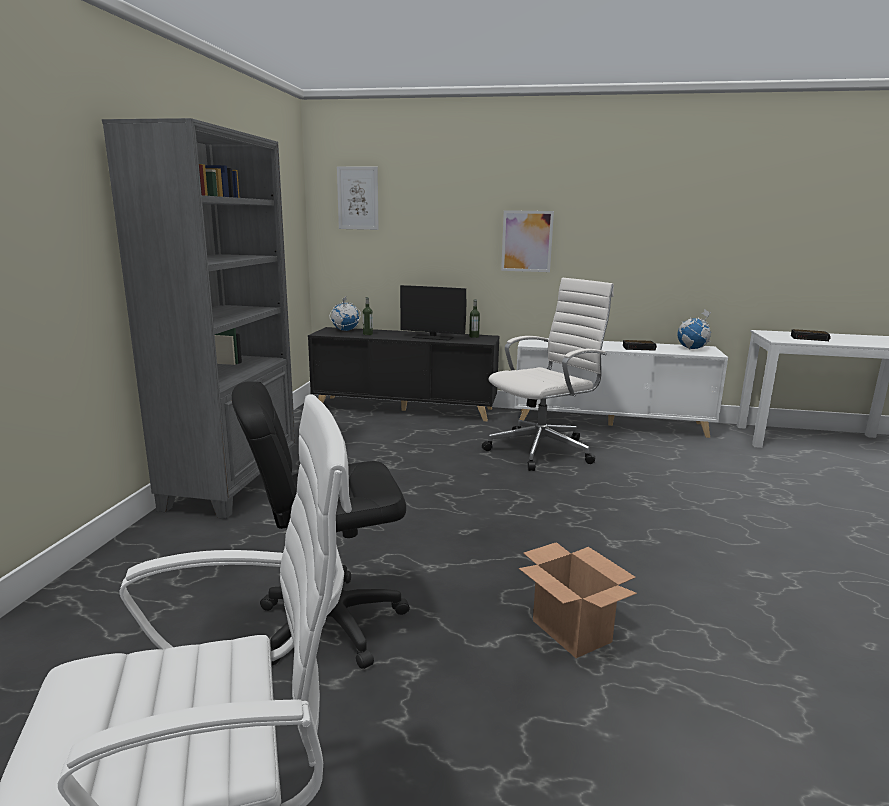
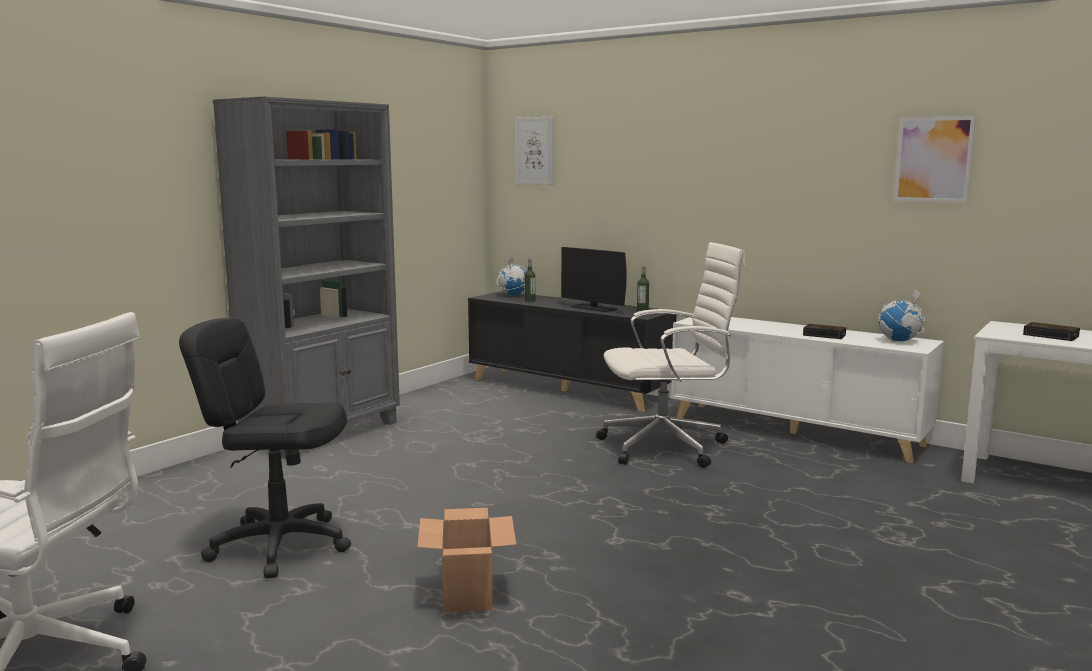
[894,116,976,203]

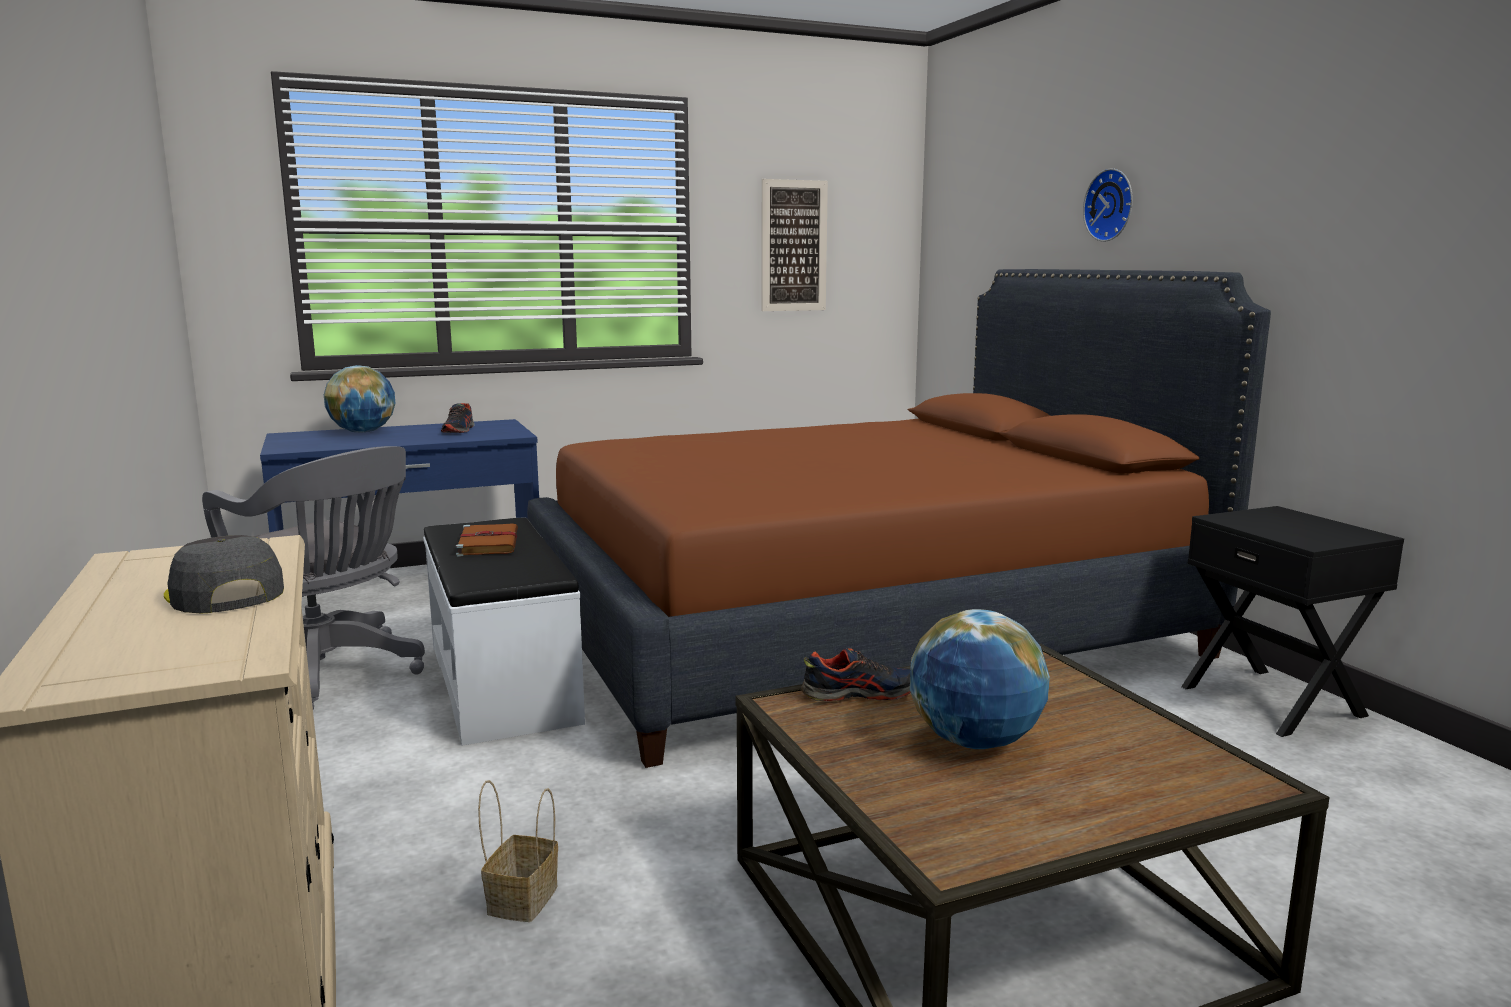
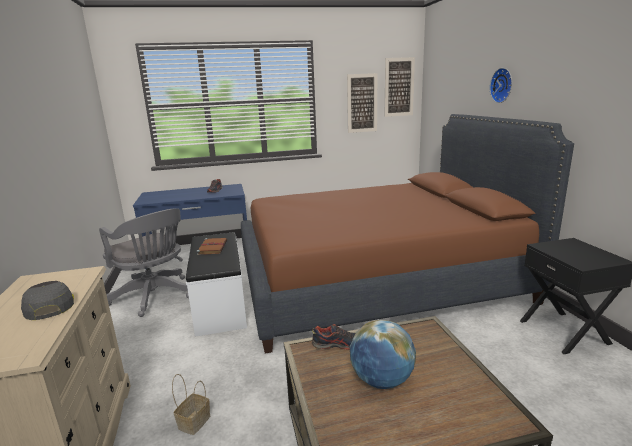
[324,365,396,432] (first image)
[385,57,415,117]

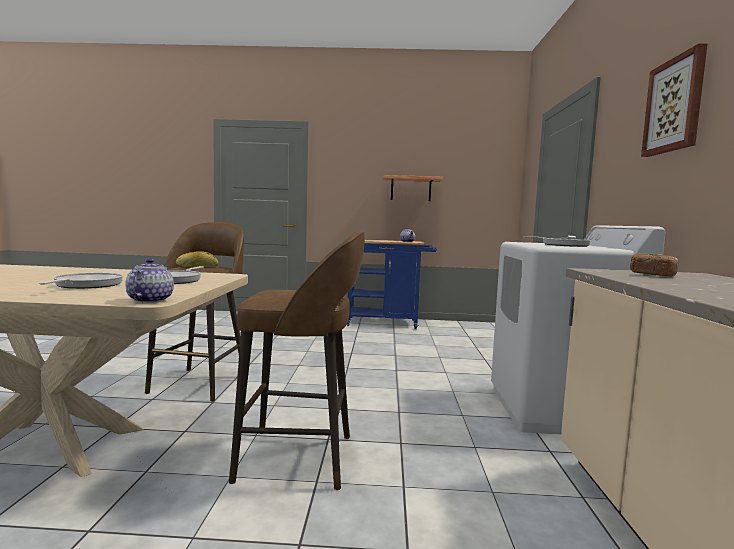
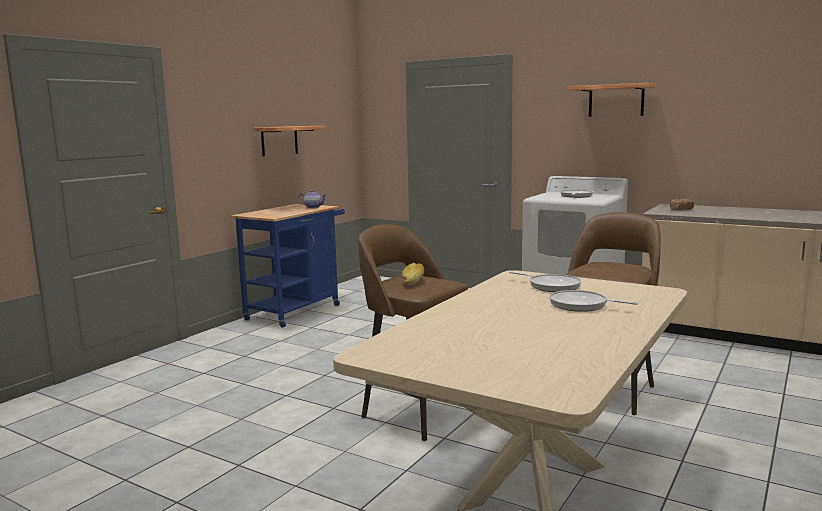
[125,258,174,303] (first image)
[568,83,657,117]

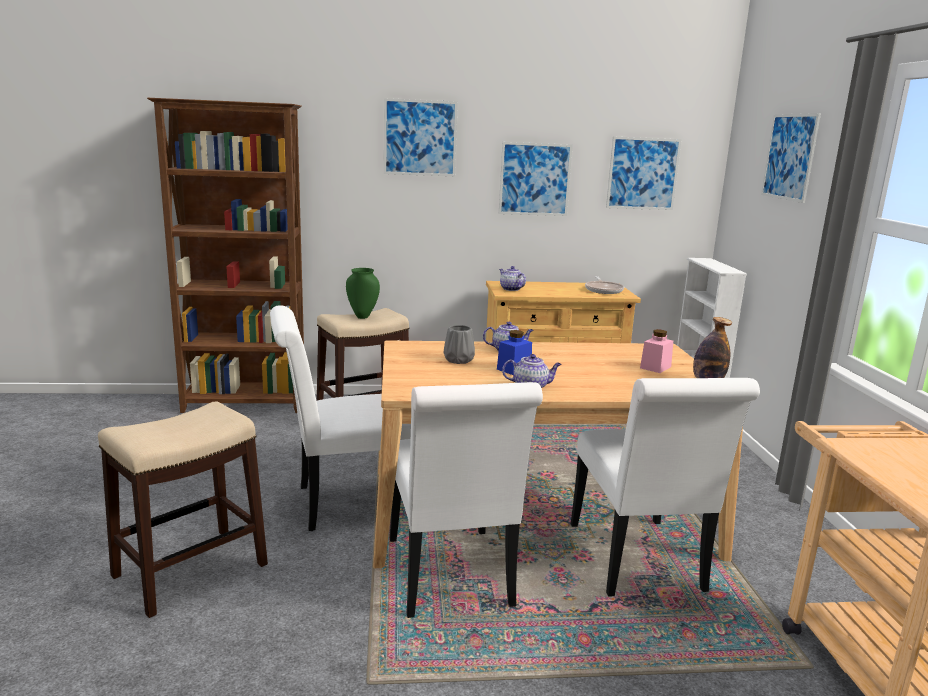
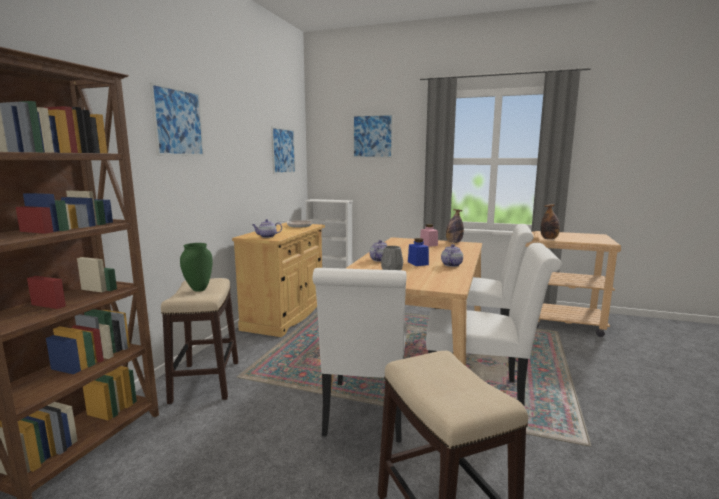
[499,142,573,216] (first image)
[541,204,560,239]

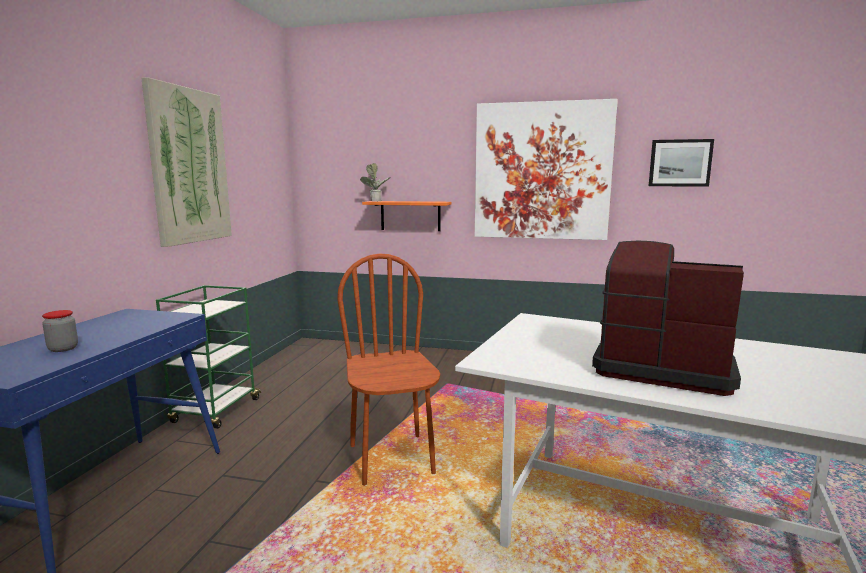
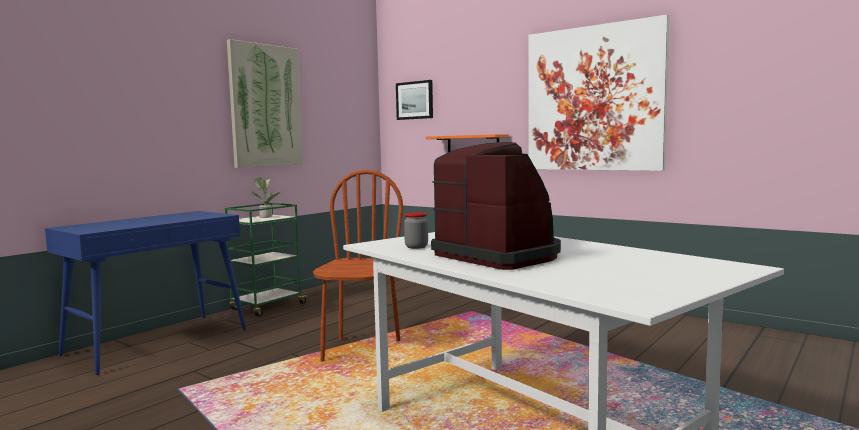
[404,212,428,249]
[251,178,280,218]
[396,80,433,120]

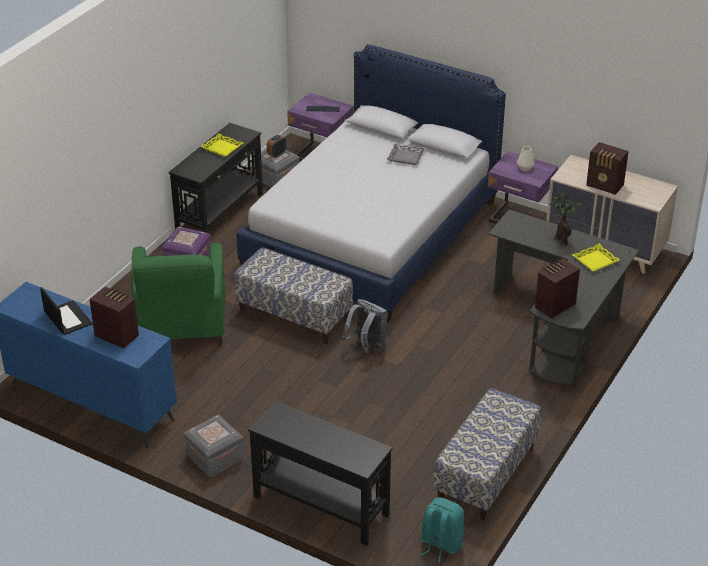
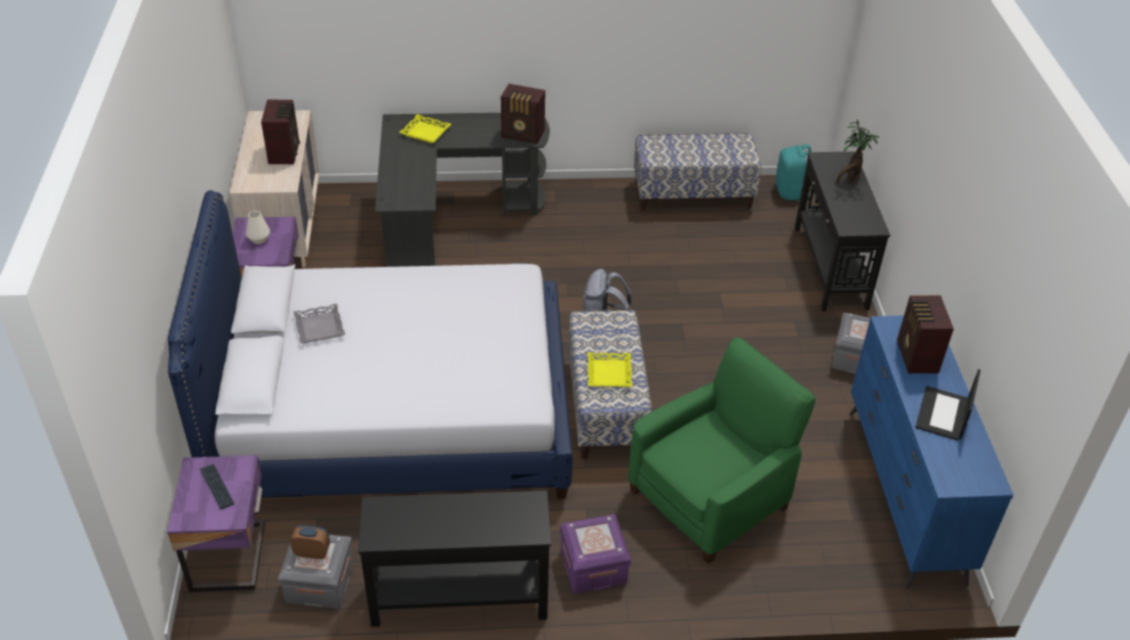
[588,352,632,387]
[836,119,879,185]

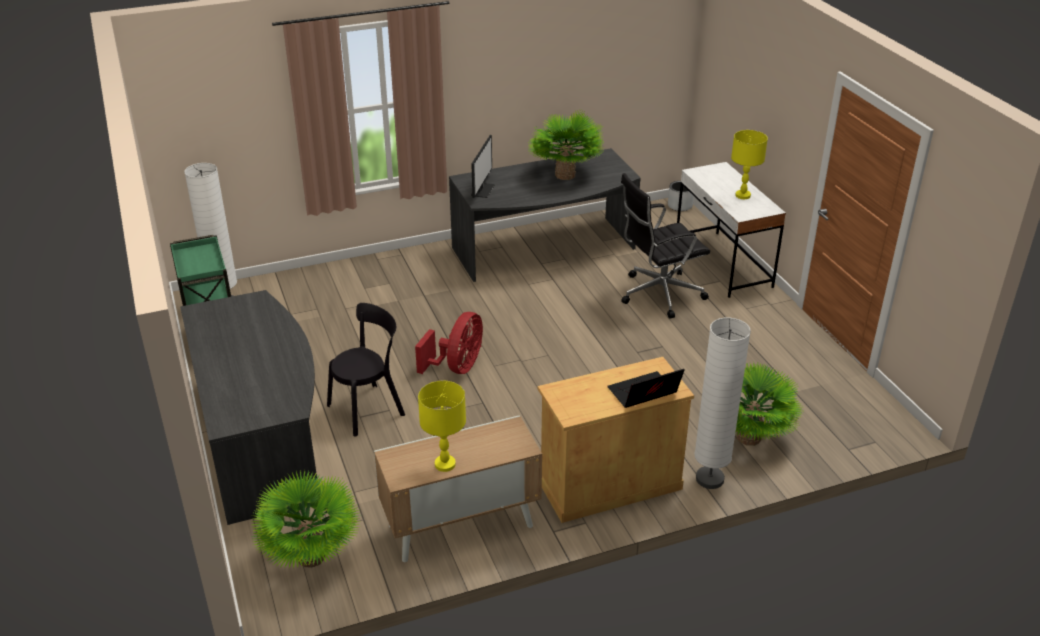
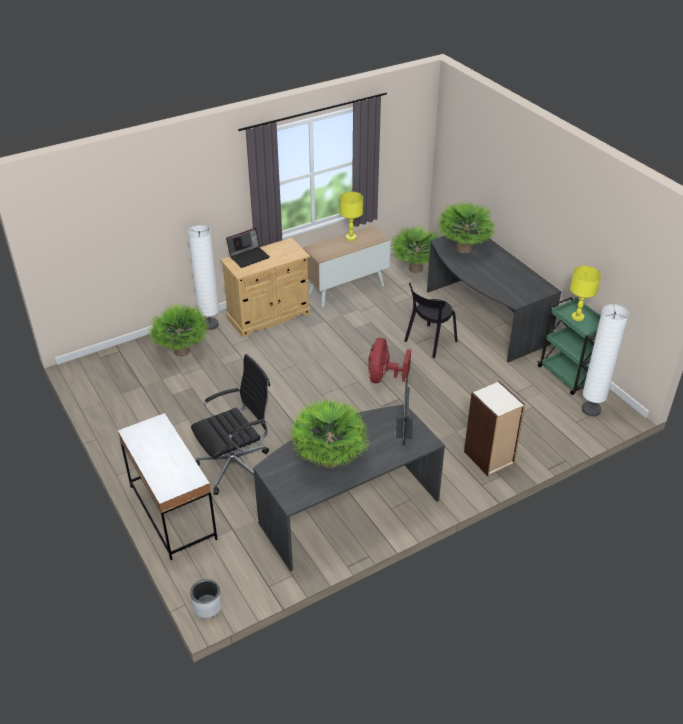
[436,200,497,254]
[464,381,525,476]
[570,266,601,321]

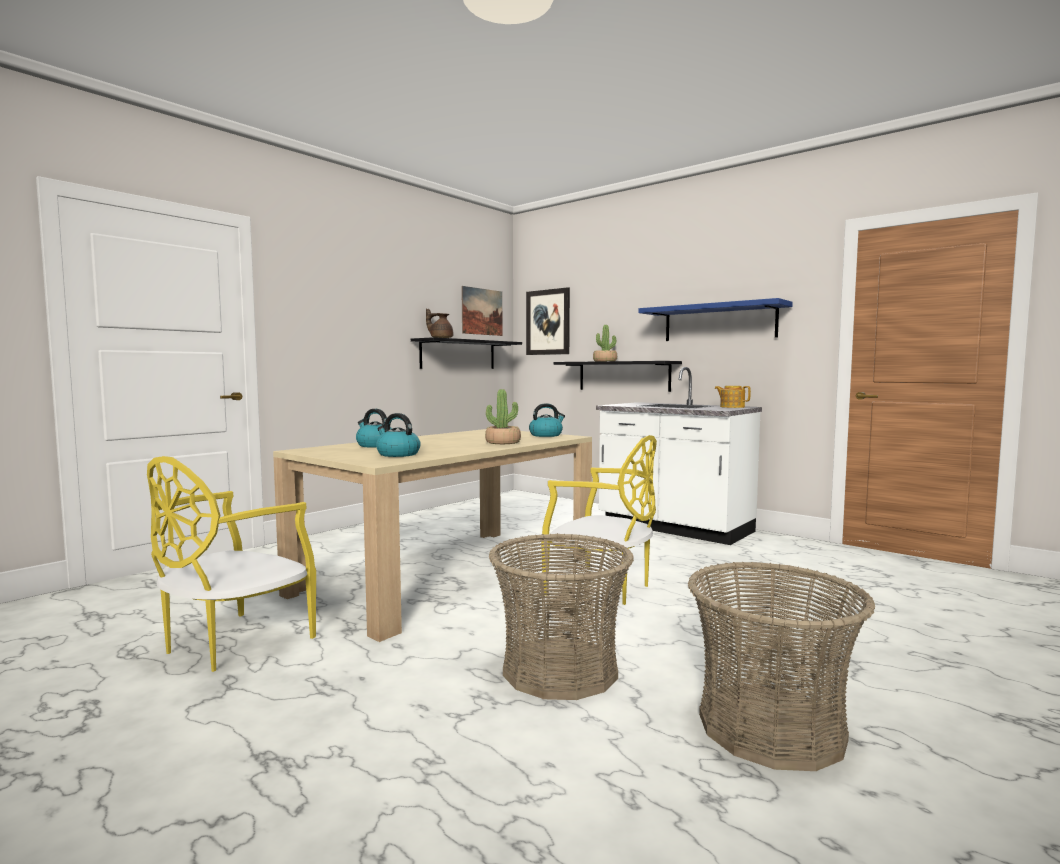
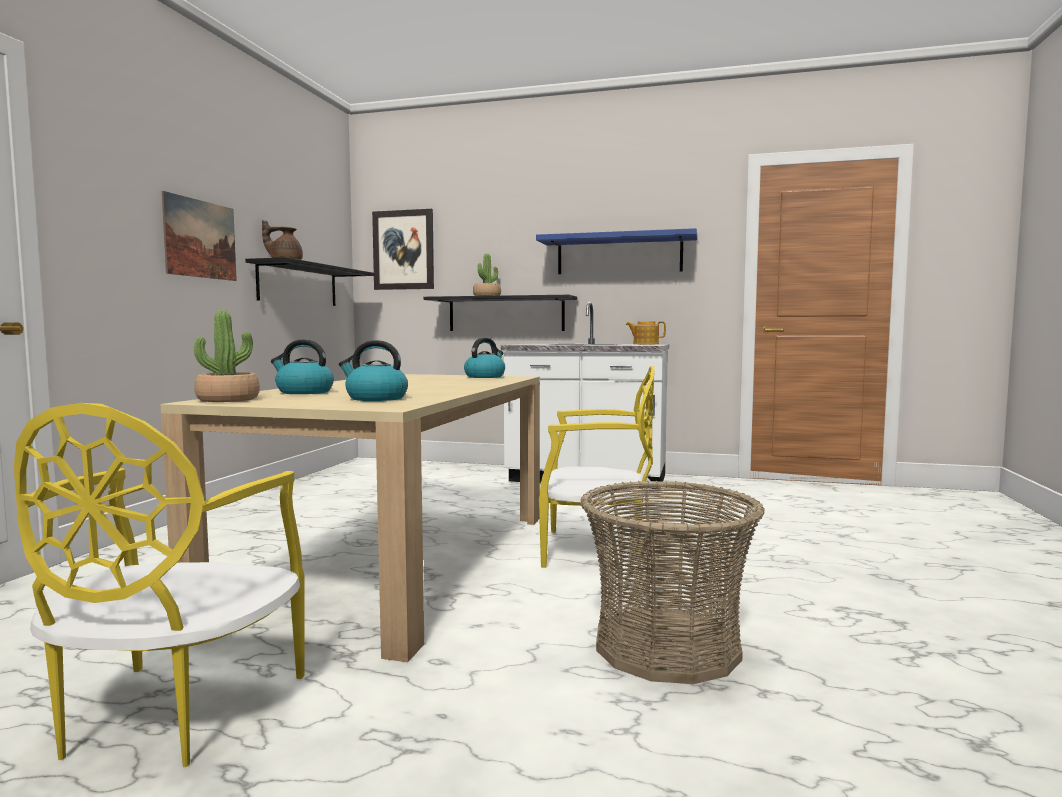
[688,562,875,771] (first image)
[161,191,237,281]
[194,310,260,402]

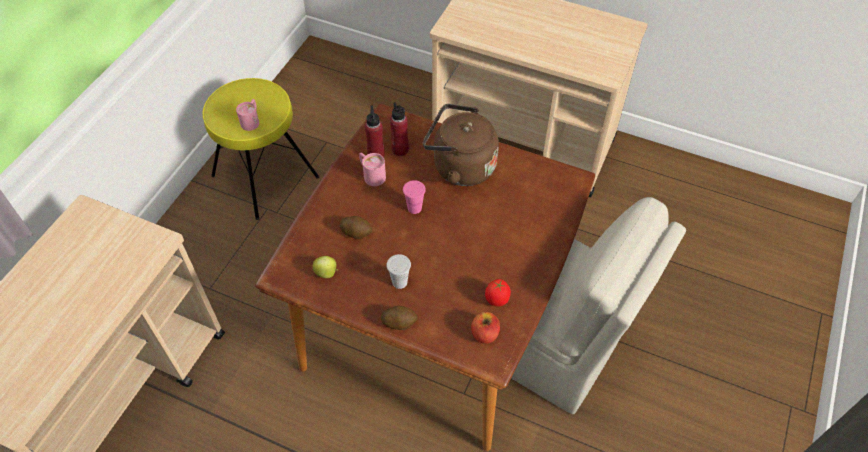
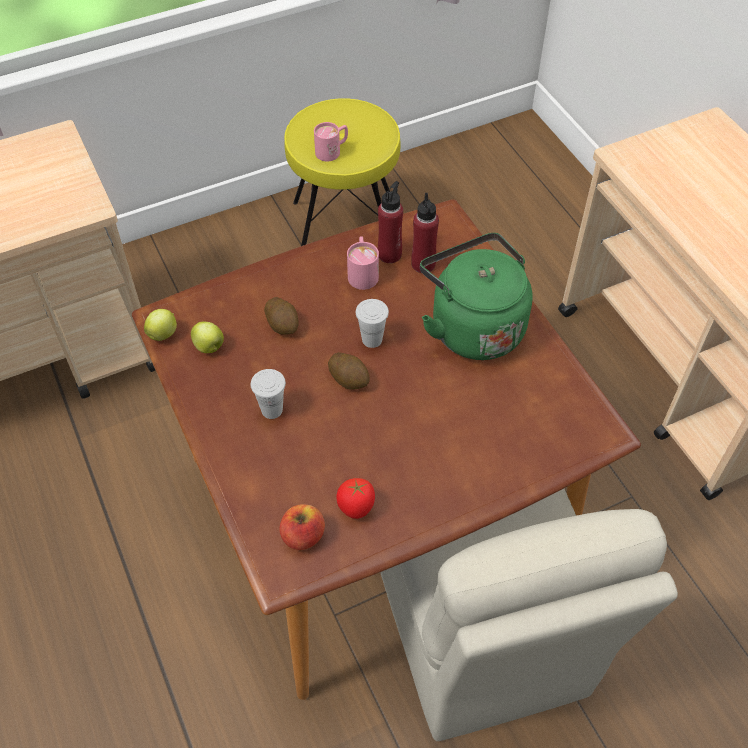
[144,309,177,341]
[328,352,369,390]
[356,299,389,348]
[420,233,533,360]

